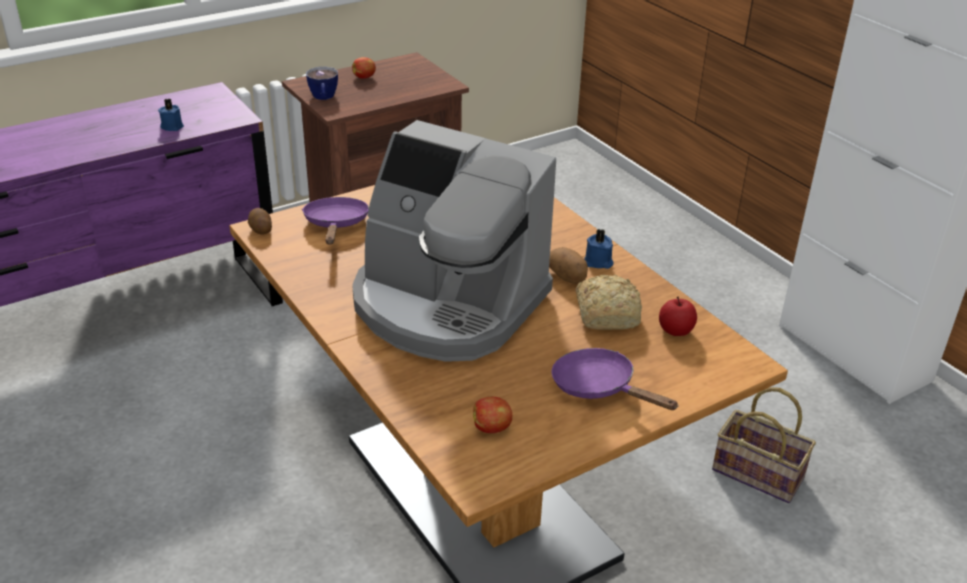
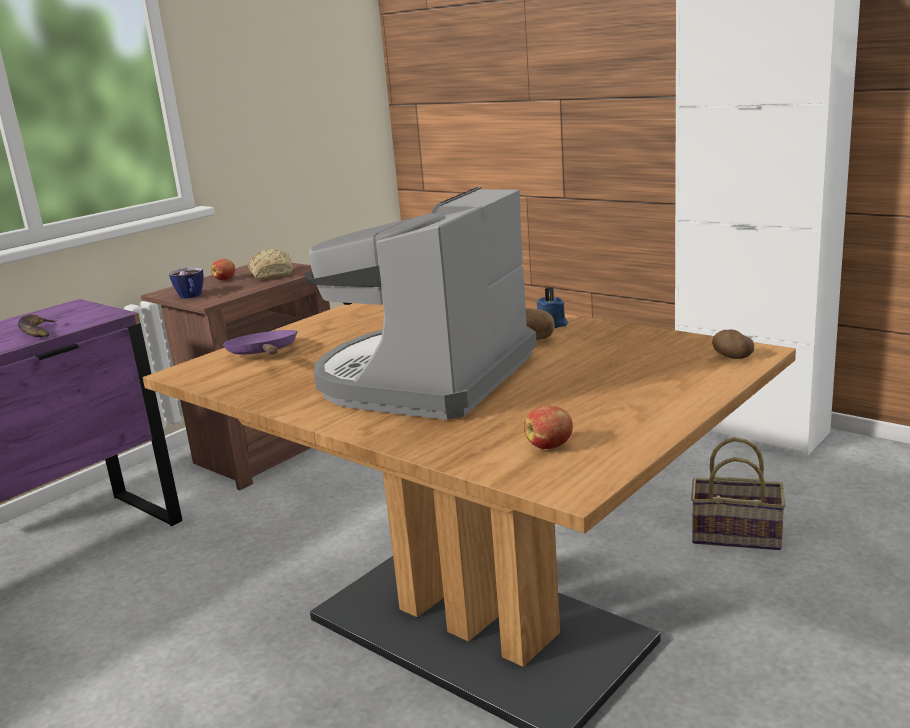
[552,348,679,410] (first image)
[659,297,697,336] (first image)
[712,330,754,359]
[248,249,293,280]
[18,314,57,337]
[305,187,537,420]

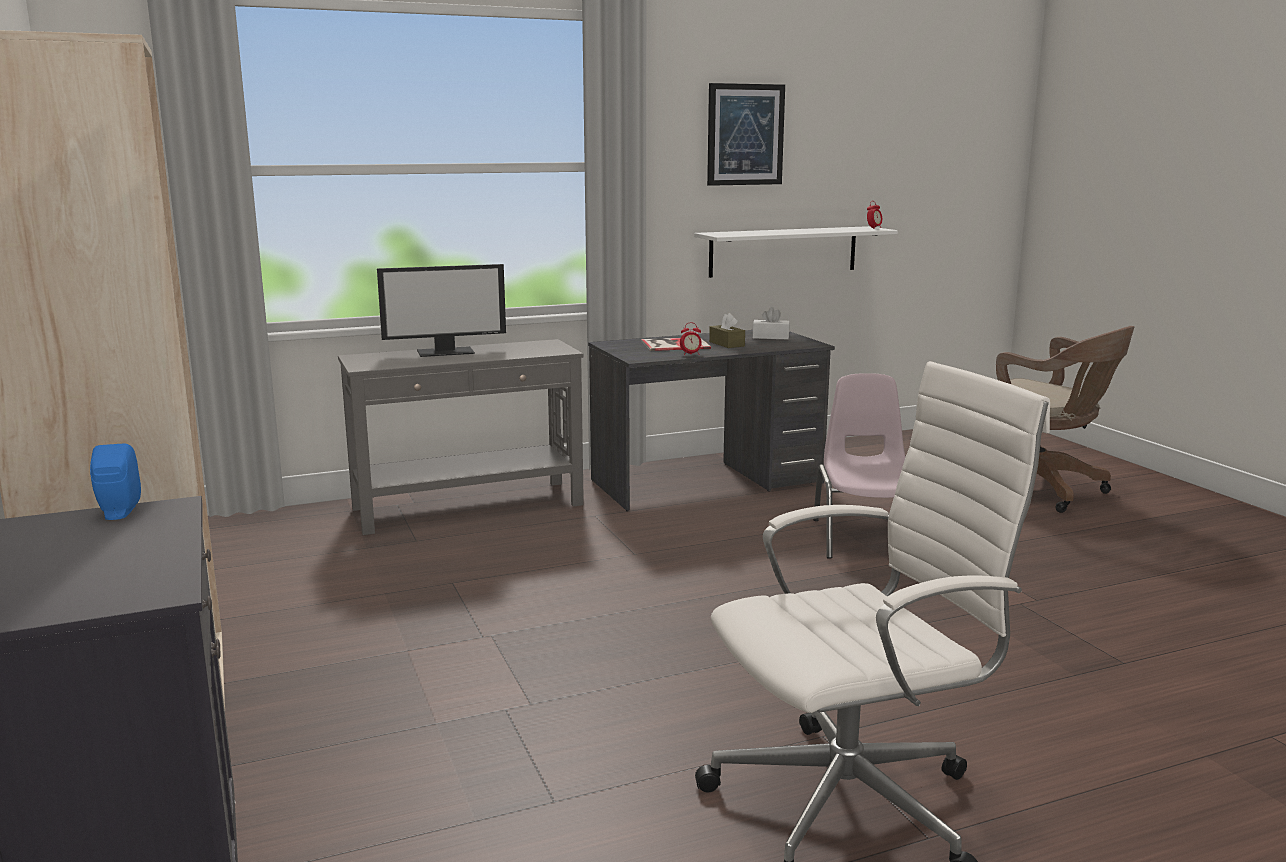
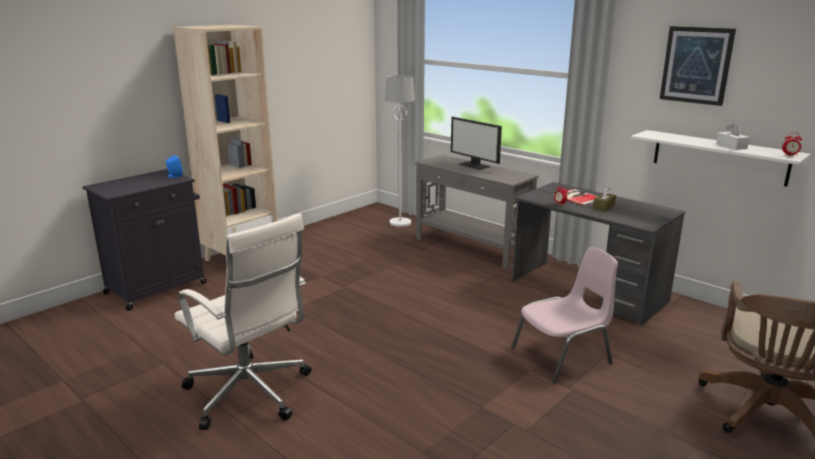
[385,75,415,227]
[716,123,750,150]

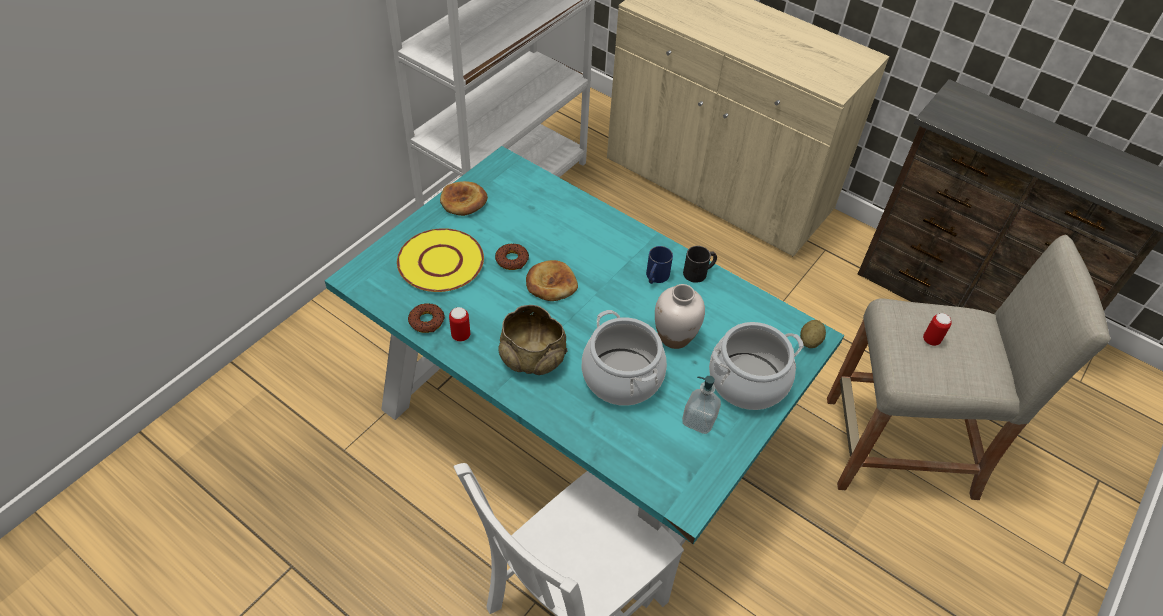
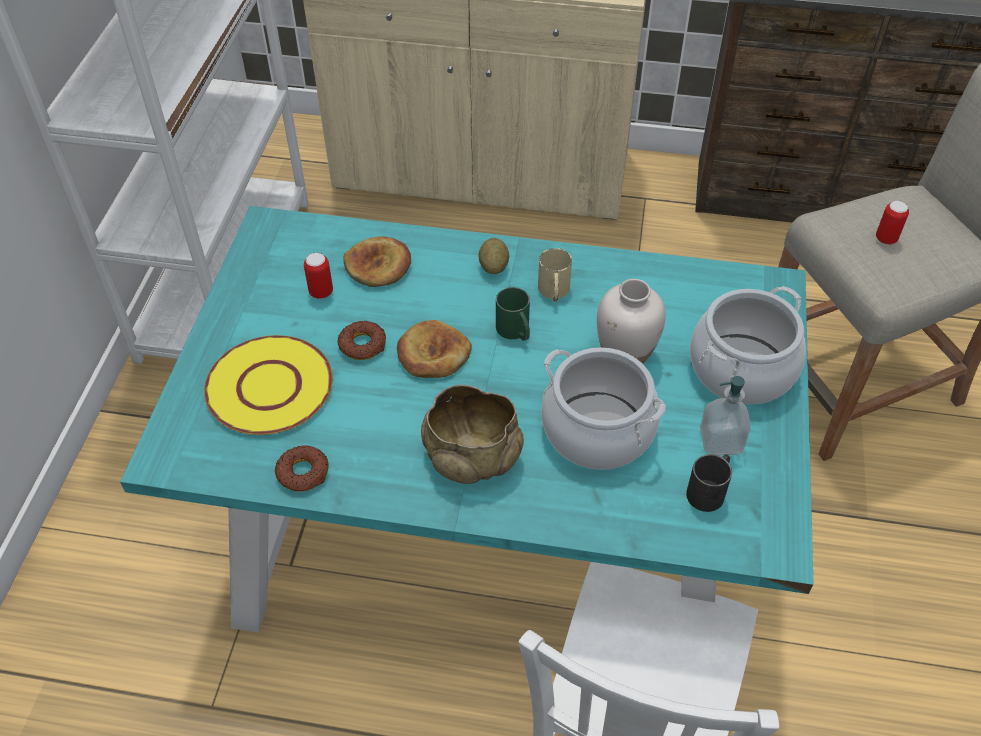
[496,287,530,341]
[343,236,411,287]
[304,253,333,299]
[686,454,732,512]
[478,238,509,274]
[538,248,572,302]

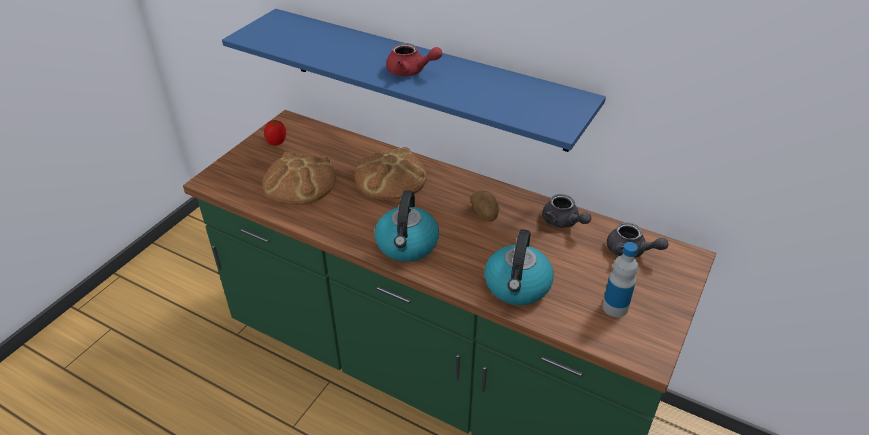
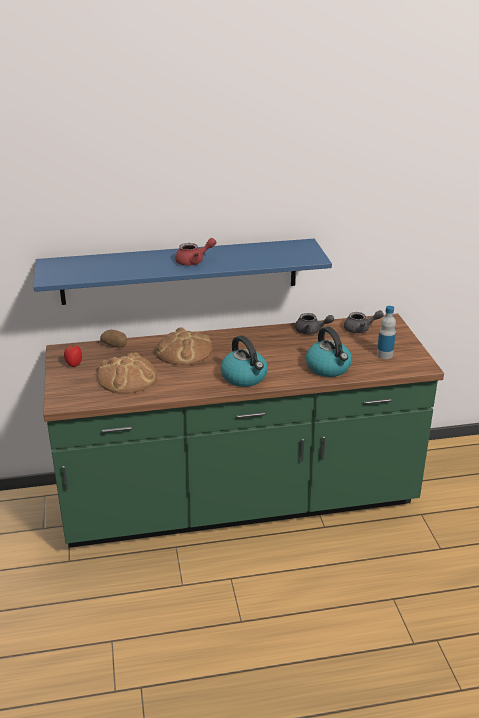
[100,330,127,347]

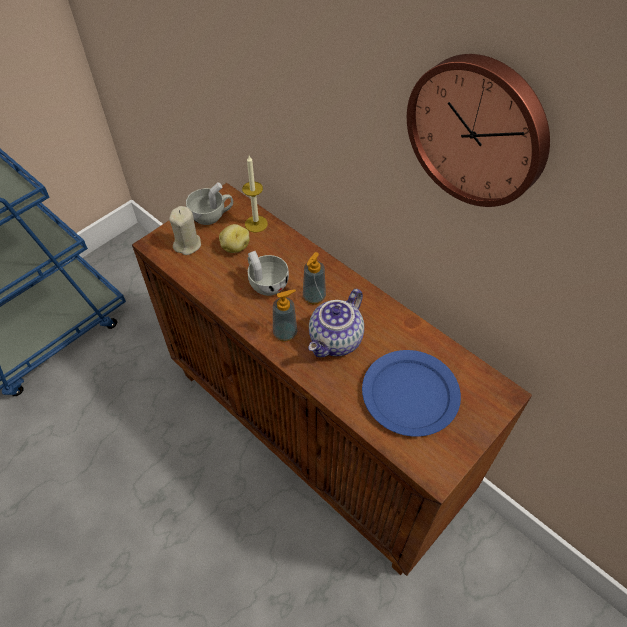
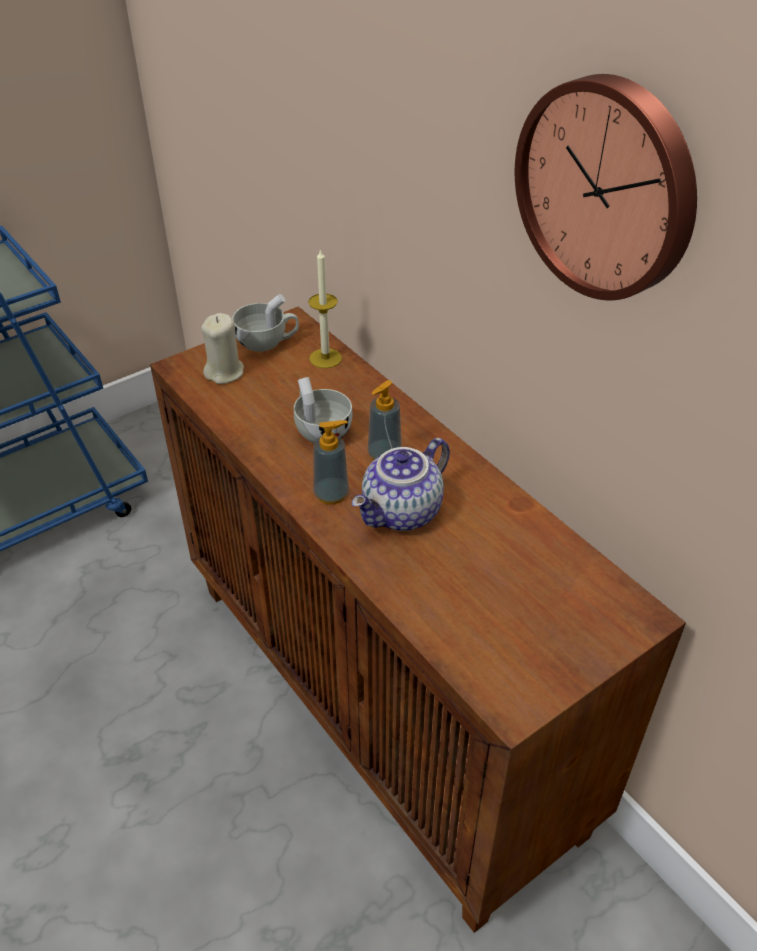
[219,224,249,253] (first image)
[362,350,461,437] (first image)

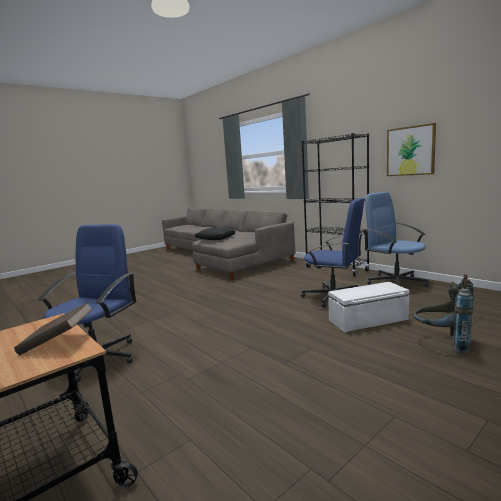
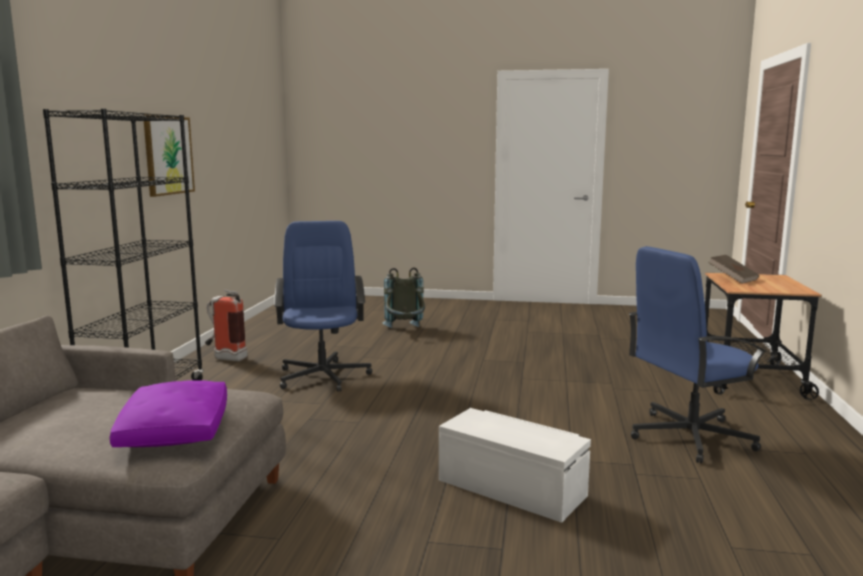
[439,408,591,523]
[205,289,247,361]
[110,380,227,447]

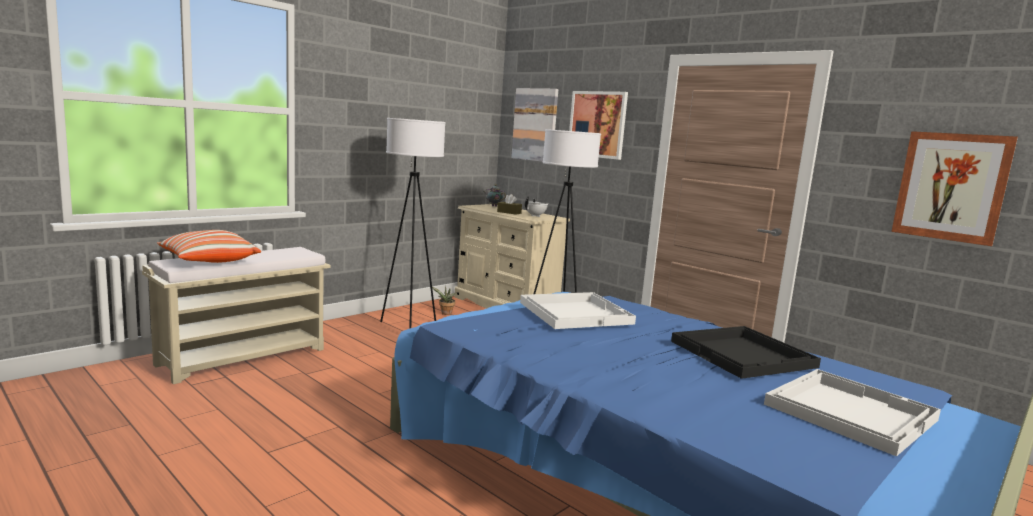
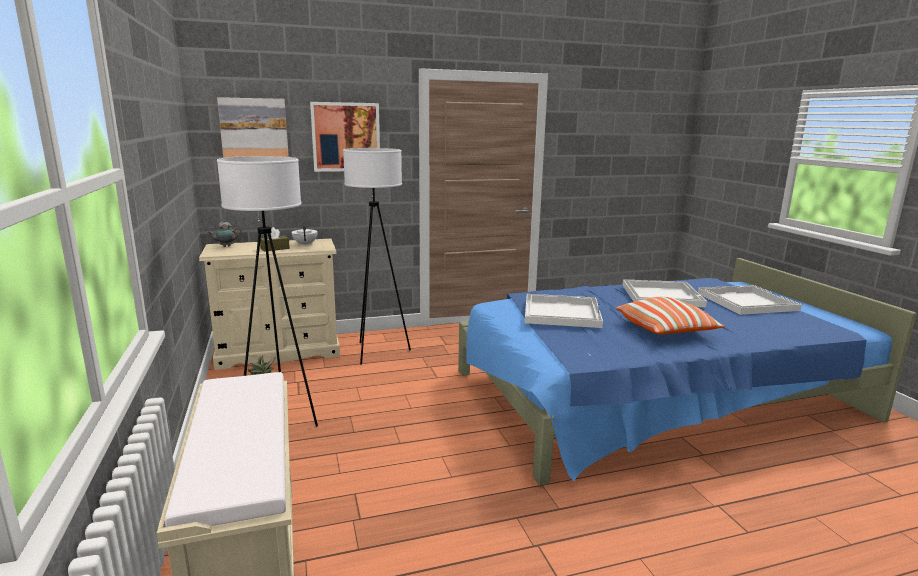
[891,131,1018,246] (first image)
[616,297,725,335]
[623,279,707,308]

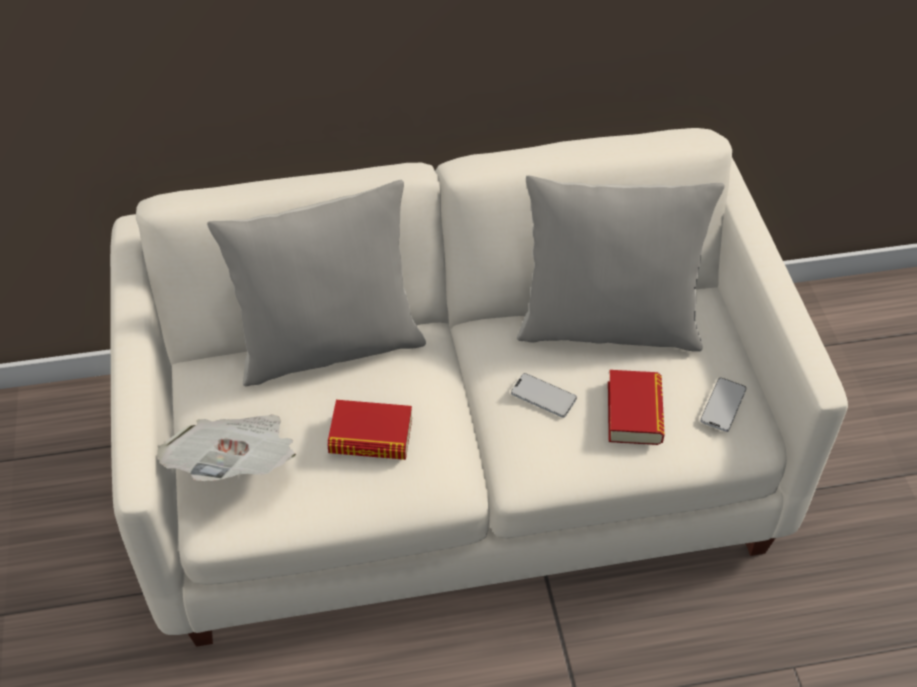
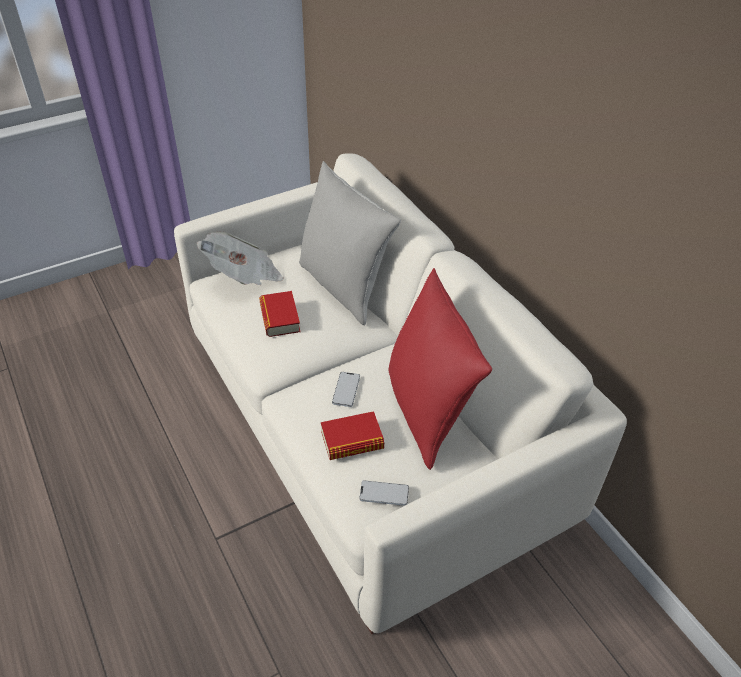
[389,268,492,470]

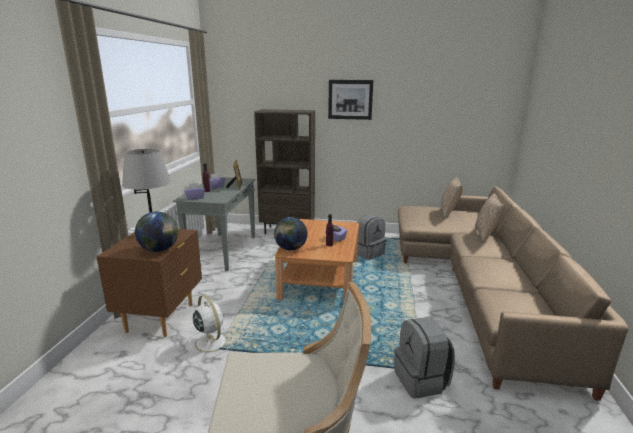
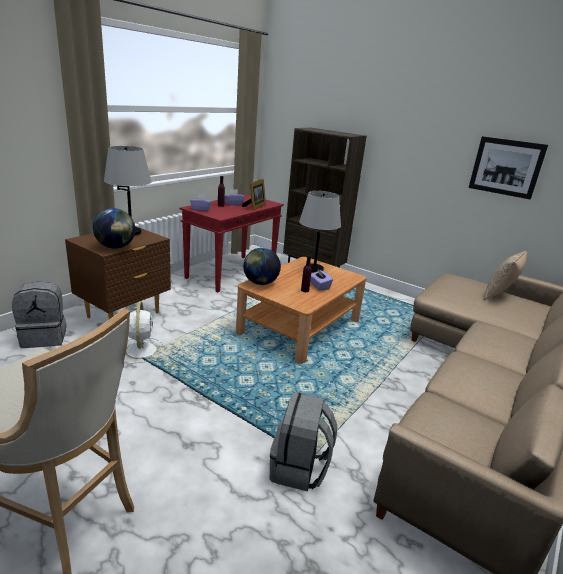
[475,193,505,242] (first image)
[299,191,341,273]
[469,136,548,199]
[12,282,66,348]
[180,194,284,292]

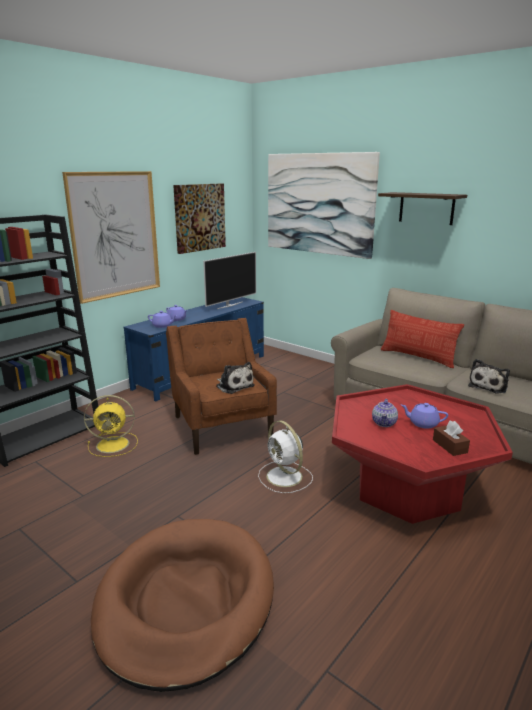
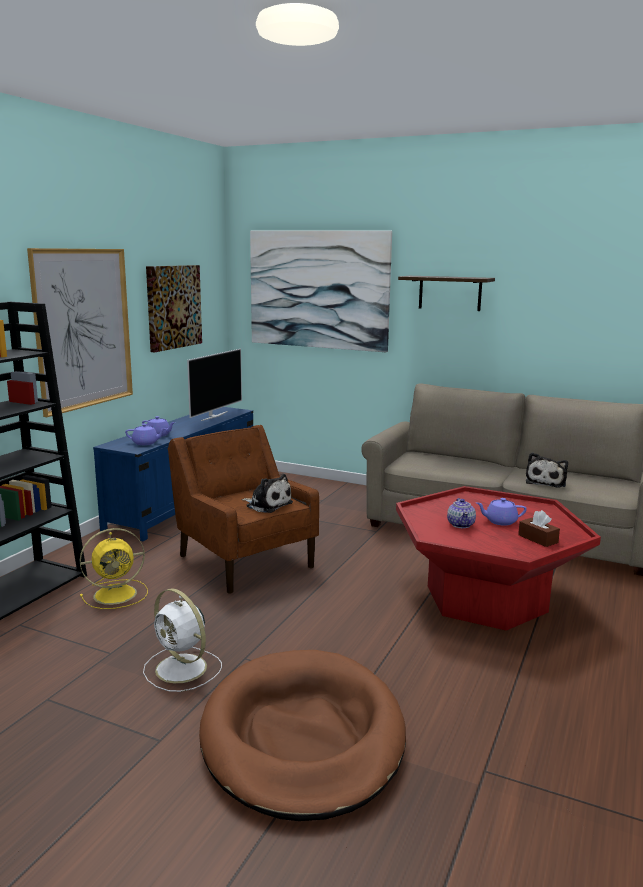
[381,310,464,368] (first image)
[143,588,222,692]

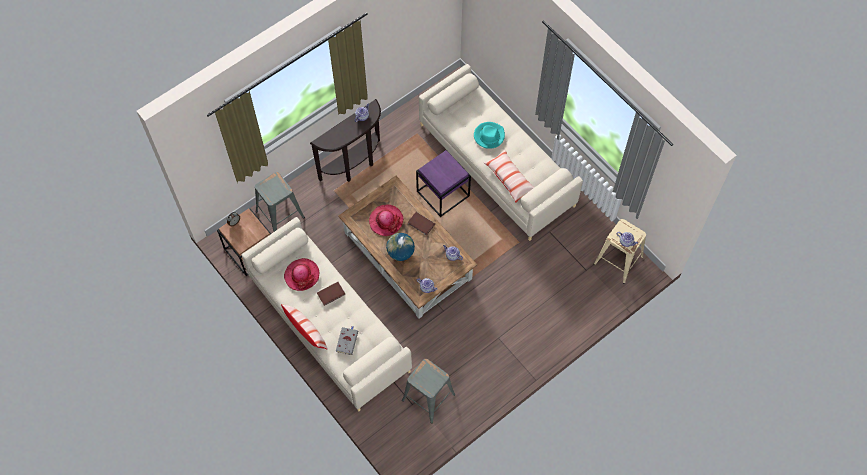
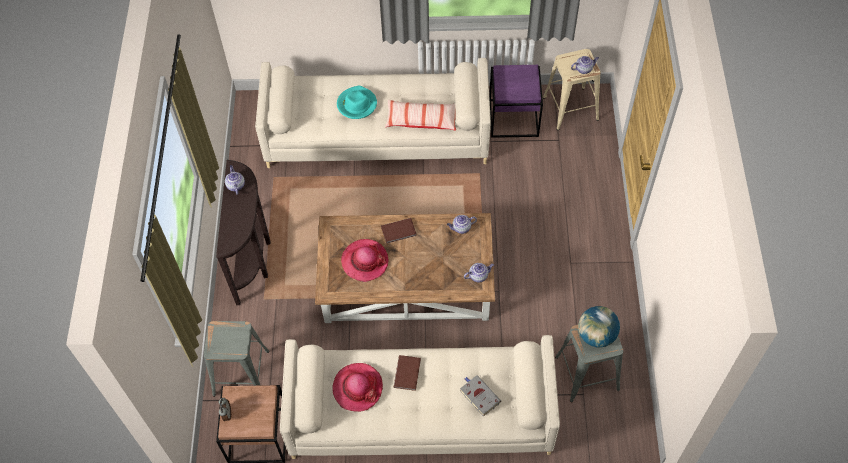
[281,304,328,350] (first image)
[578,306,620,347]
[489,65,543,138]

